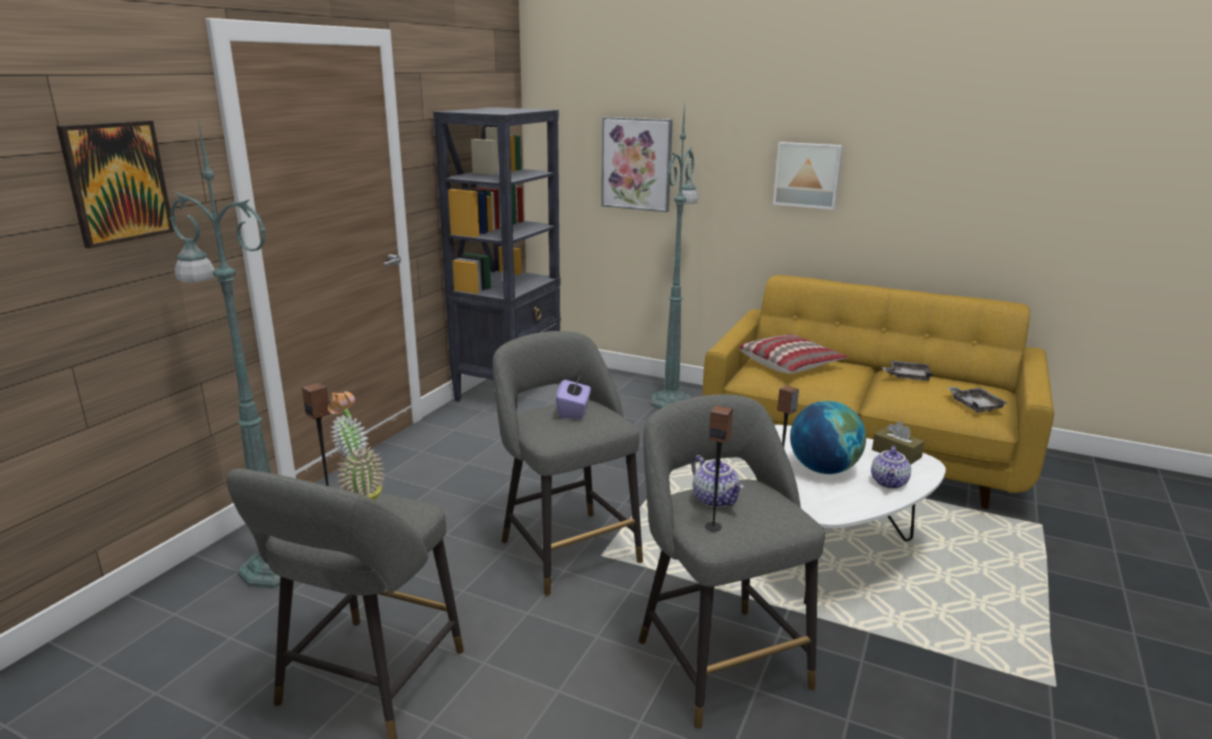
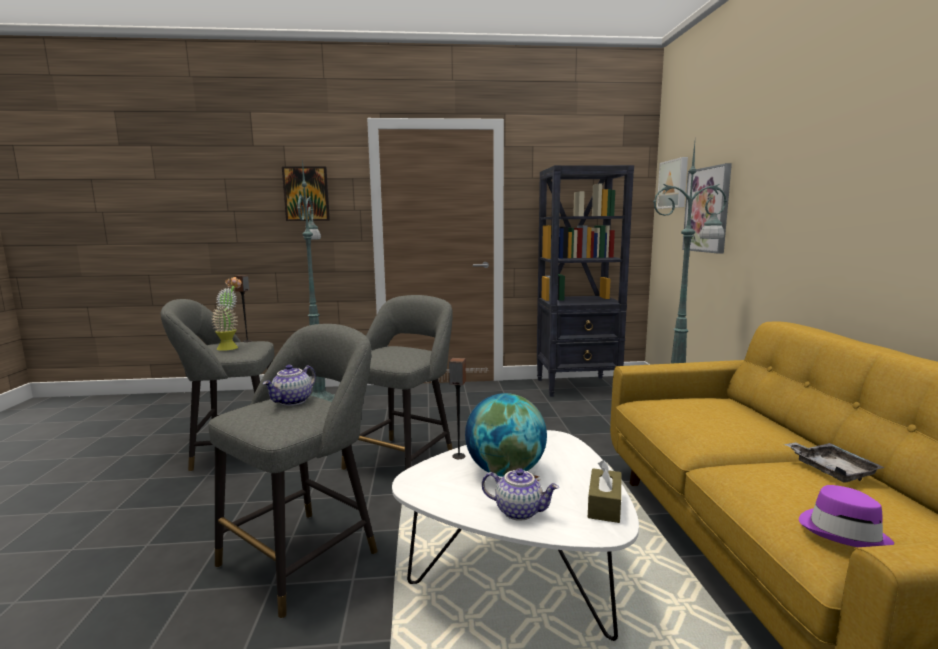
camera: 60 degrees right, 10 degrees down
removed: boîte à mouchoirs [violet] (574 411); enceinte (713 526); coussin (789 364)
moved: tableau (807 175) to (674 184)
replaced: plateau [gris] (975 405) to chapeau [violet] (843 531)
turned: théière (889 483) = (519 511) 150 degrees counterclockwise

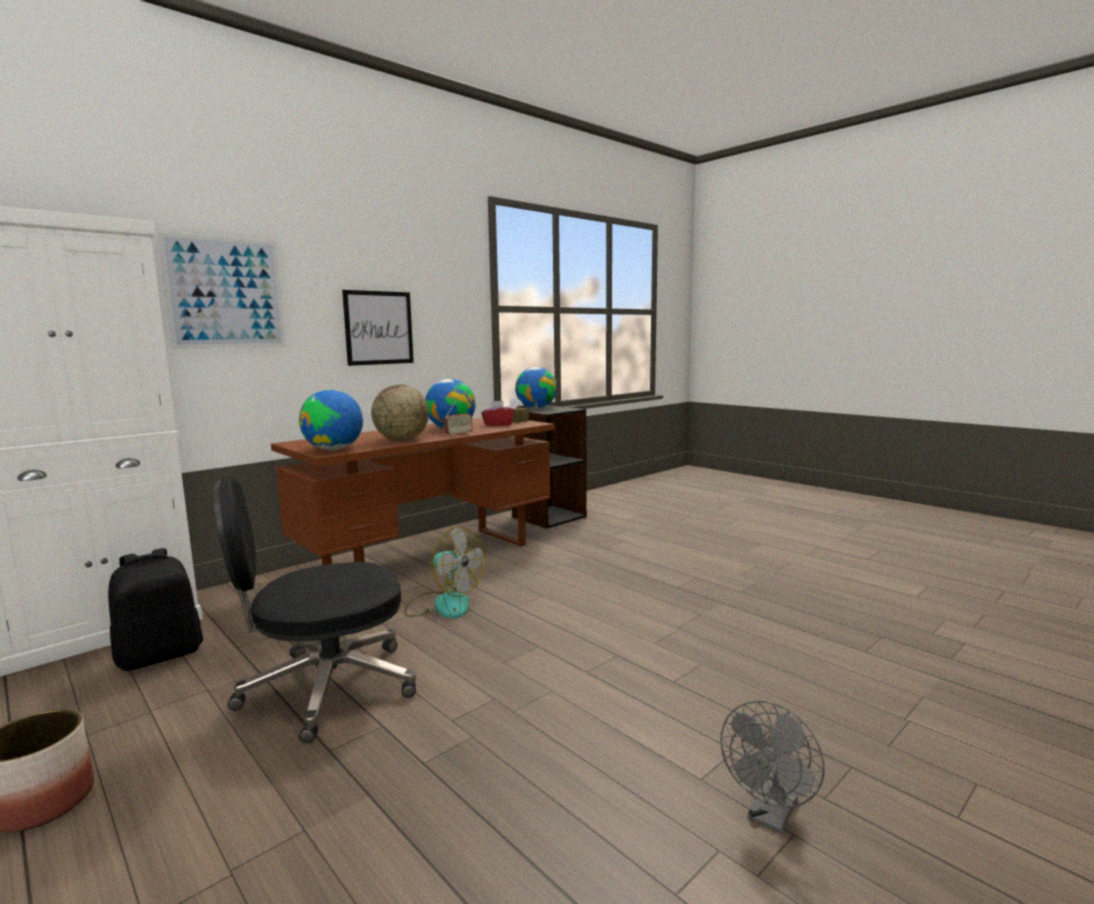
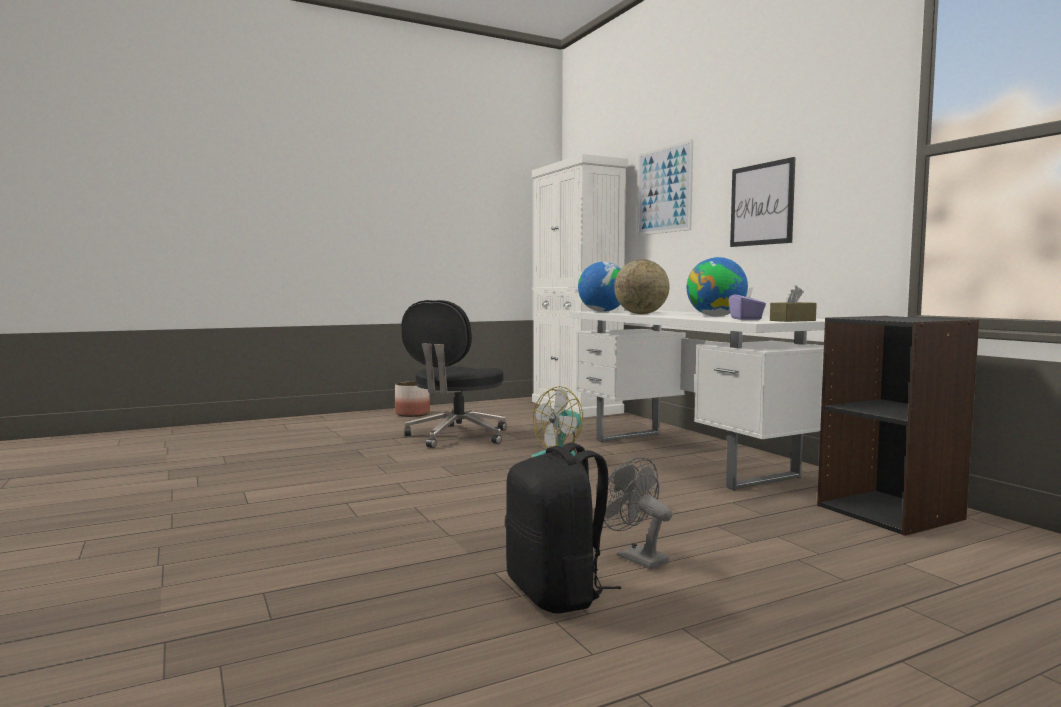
camera: 105 degrees right, 5 degrees down
removed: radio (458 434); globe (536 408)
moved: sac à dos [noir] (160 655) to (557 593); ventilateur [gris] (771 816) to (636 557)
recoloured: bureau [marron] (430 558) to bureau [blanc] (689 457); boîte à mouchoirs [rouge] (497 424) to boîte à mouchoirs [violet] (746 319)
turned: chaise de bureau [noir] (325 688) = (456 436) 150 degrees counterclockwise

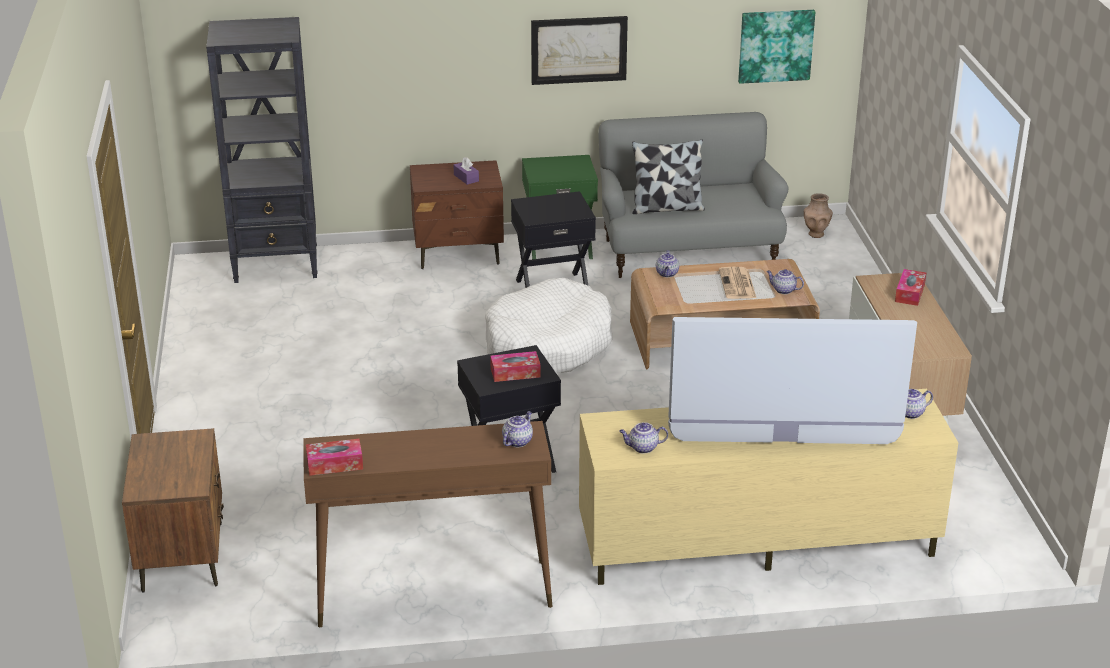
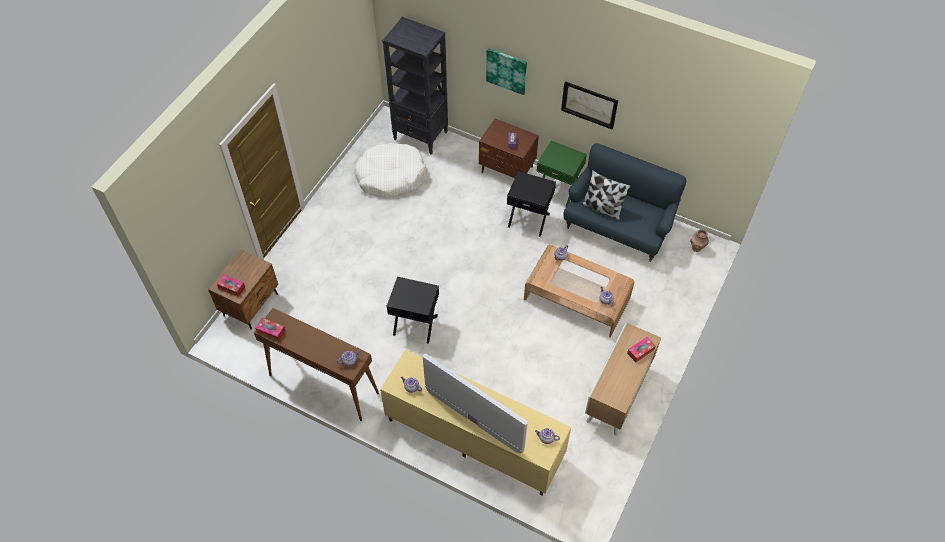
camera: 35 degrees right, 25 degrees up
removed: journal (737 284)
moved: panier pour chien [blanc] (547 345) to (391 176); boîte à mouchoirs (515 373) to (231 287); tableau (775 45) to (506 70)
recoloured: canapé [gris] (688 252) to canapé [bleu] (617 227)

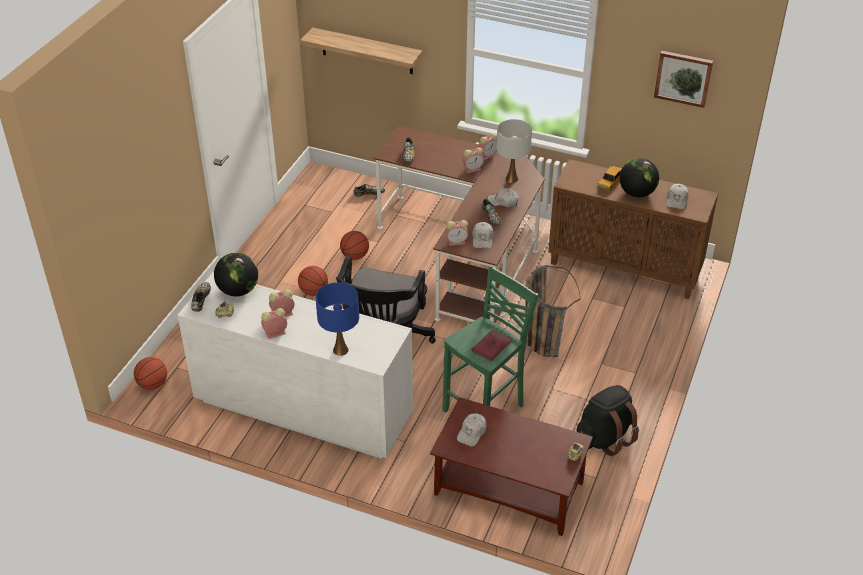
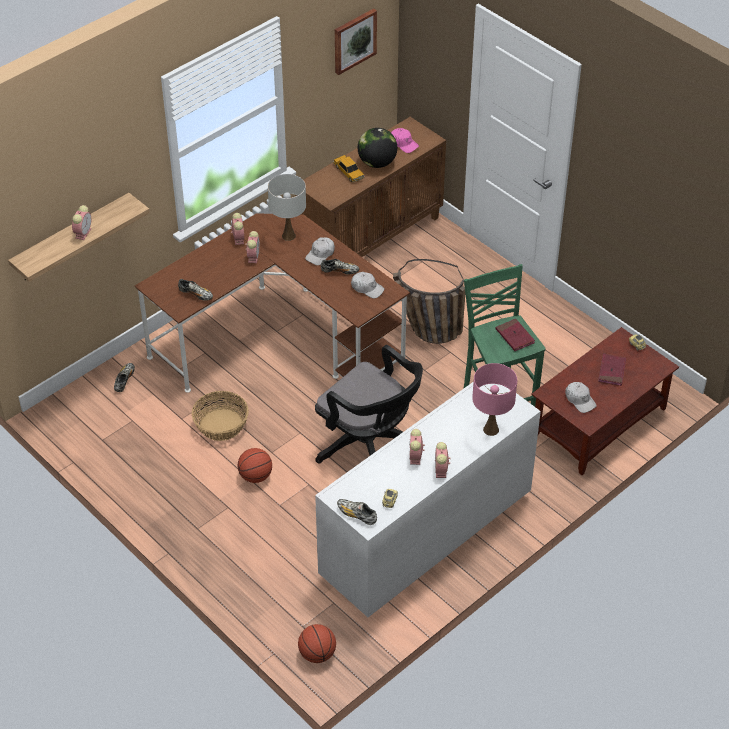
camera: 65 degrees left, 5 degrees up
removed: globe (238 290); sac à dos [noir] (605 438)
added: livre [rouge] (611 371)
moved: réveil (457 242) to (83 232)
replaced: ballon de basket (355 256) to panier (221 425)
recoloured: lampe de table [bleu] (340 350) to lampe de table [rose] (490 429); casquette [blanc] (676 200) to casquette [rose] (403 144)

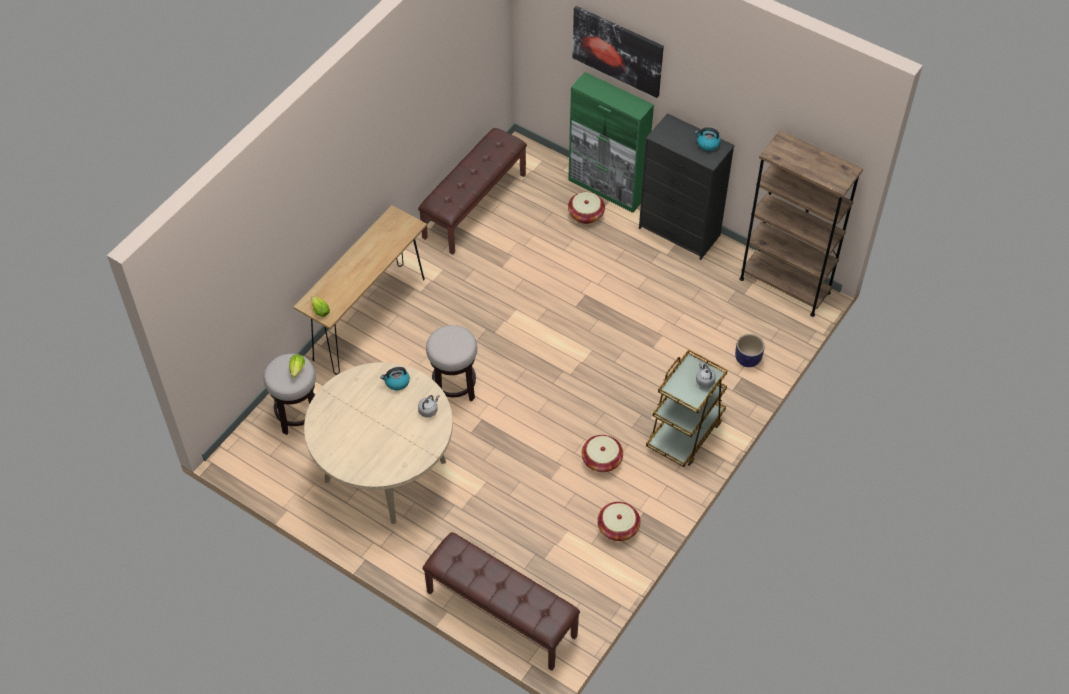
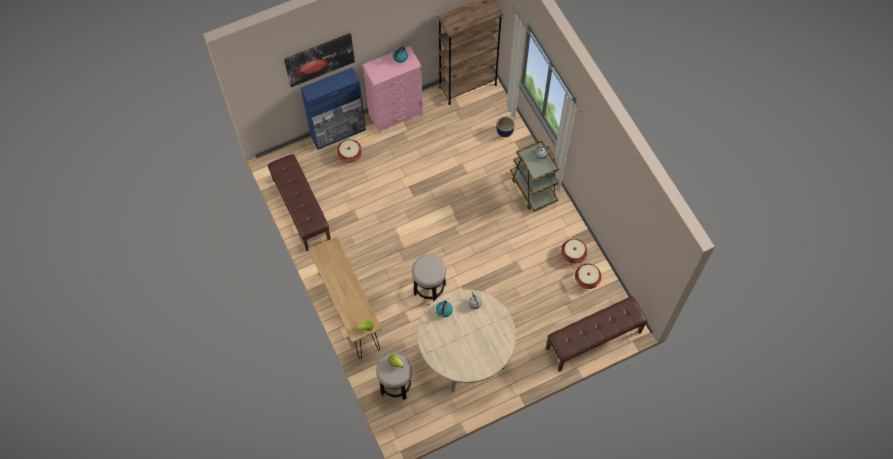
camera: 60 degrees left, 10 degrees up
moved: panier (601 460) to (587 279)
recoloured: meuble de rangement [vert] (607 189) to meuble de rangement [bleu] (338 133); commode [noir] (680 232) to commode [rose] (396 114)

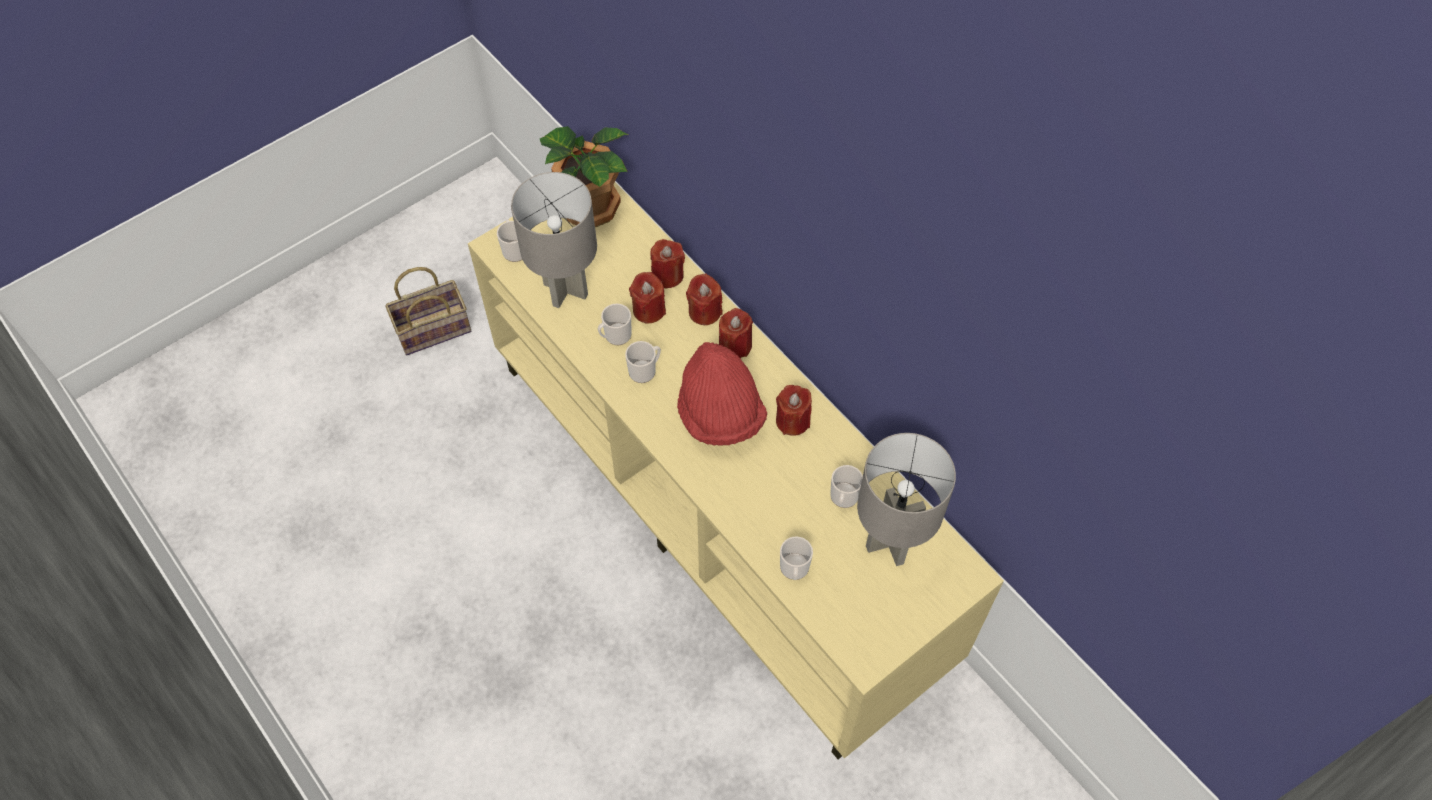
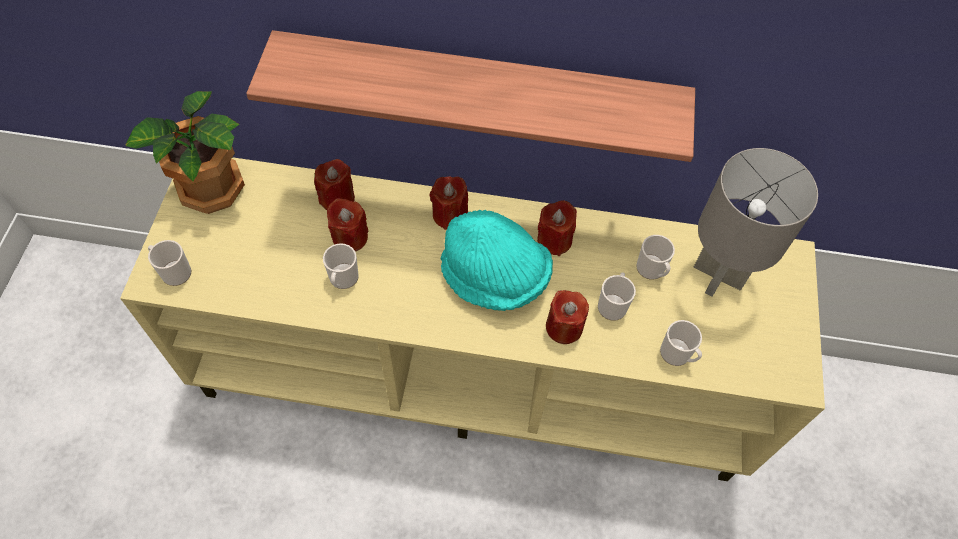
camera: 45 degrees left, 0 degrees up
removed: panier (434 328); lampe de table [gris] (565 290)
added: étagère (479 92)
moved: mug (645 370) to (613 304); bougie [rouge] (704 311) to (564 327)
recoloured: chapeau [rouge] (720 414) to chapeau [turquoise] (494 278)

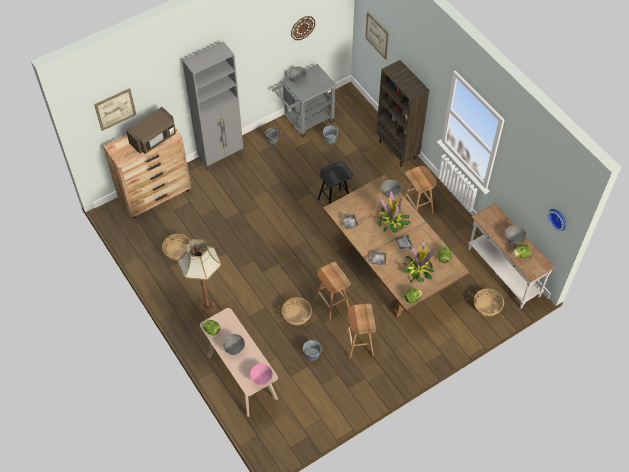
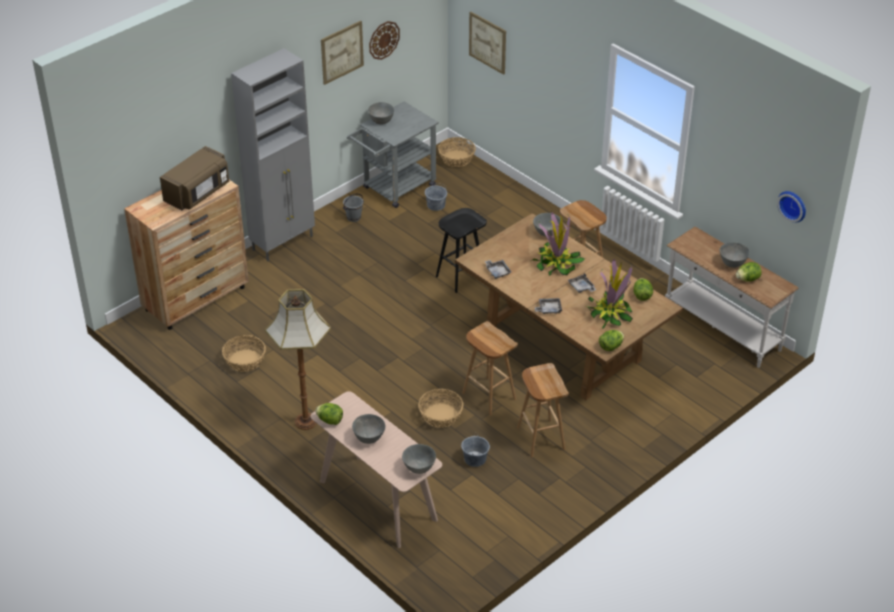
camera: 10 degrees left, 15 degrees down
removed: bibliothèque [marron] (397 150)
moved: tableau (115 109) to (342 52); panier (487 306) to (456 158)
recoloured: bol [rose] (262 378) to bol [gris] (419 468)

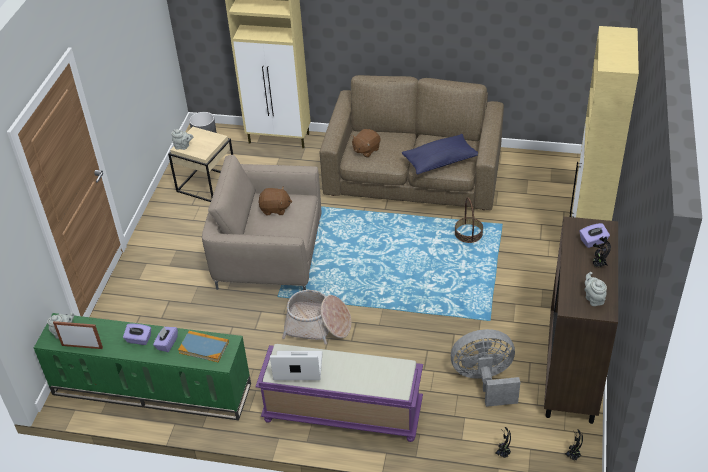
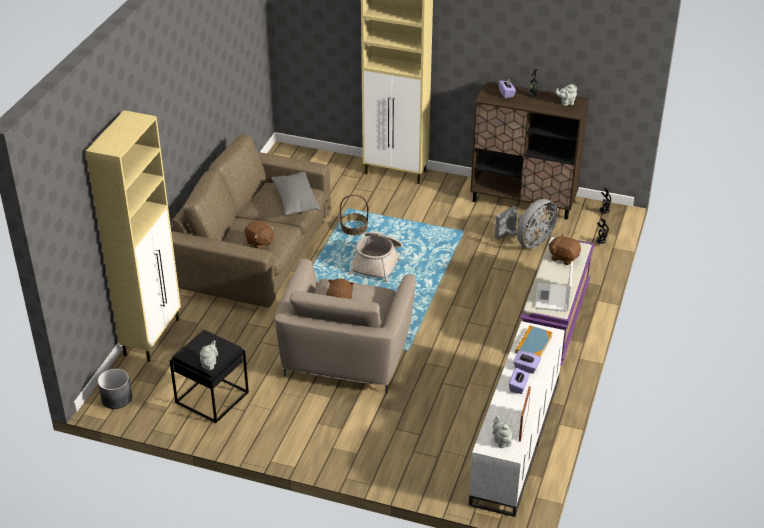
camera: 85 degrees left, 5 degrees down
added: peluche [marron] (563 257)
moved: panier (317 326) to (377 263)
recoloured: meuble télé [vert] (150 390) to meuble télé [blanc] (516 441); table d'appoint [beige] (206 184) to table d'appoint [noir] (212 398); coussin [bleu] (440 161) to coussin [gris] (295 201)
turned: ventilateur [gris] (485 381) = (528 242) 135 degrees counterclockwise

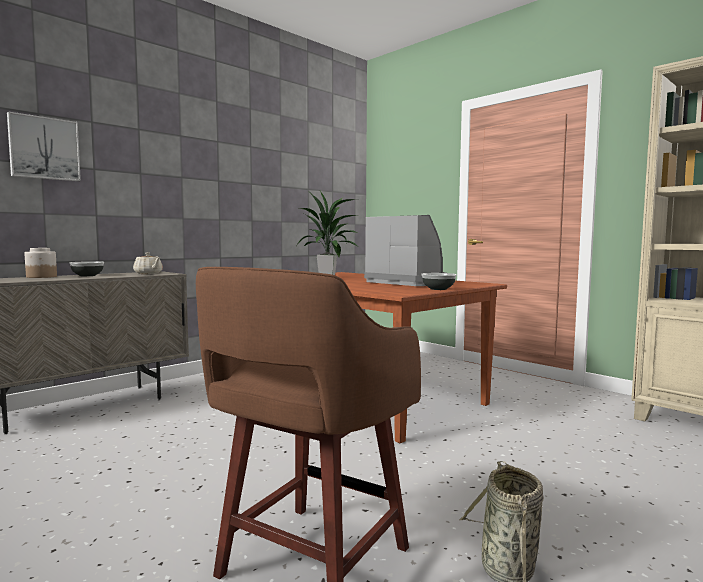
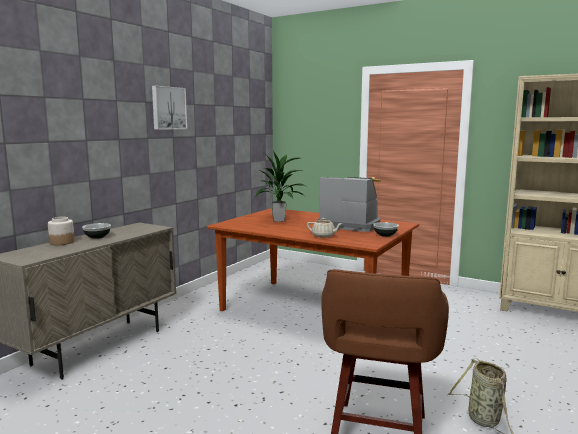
camera: 15 degrees left, 5 degrees up
moved: tableau (44 148) to (168 108); théière [beige] (148 273) to (324 236)

